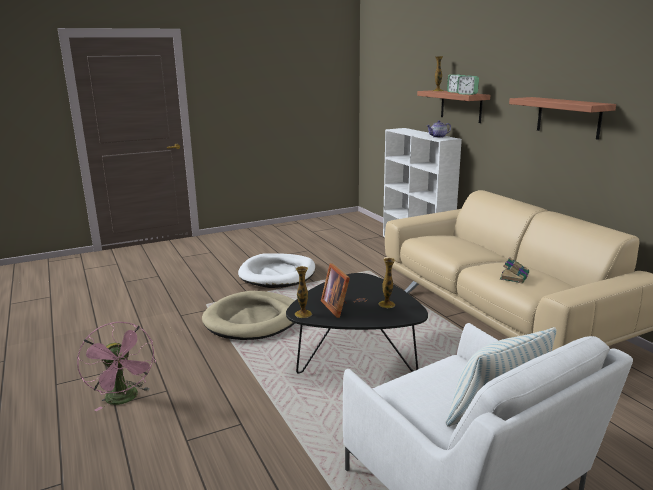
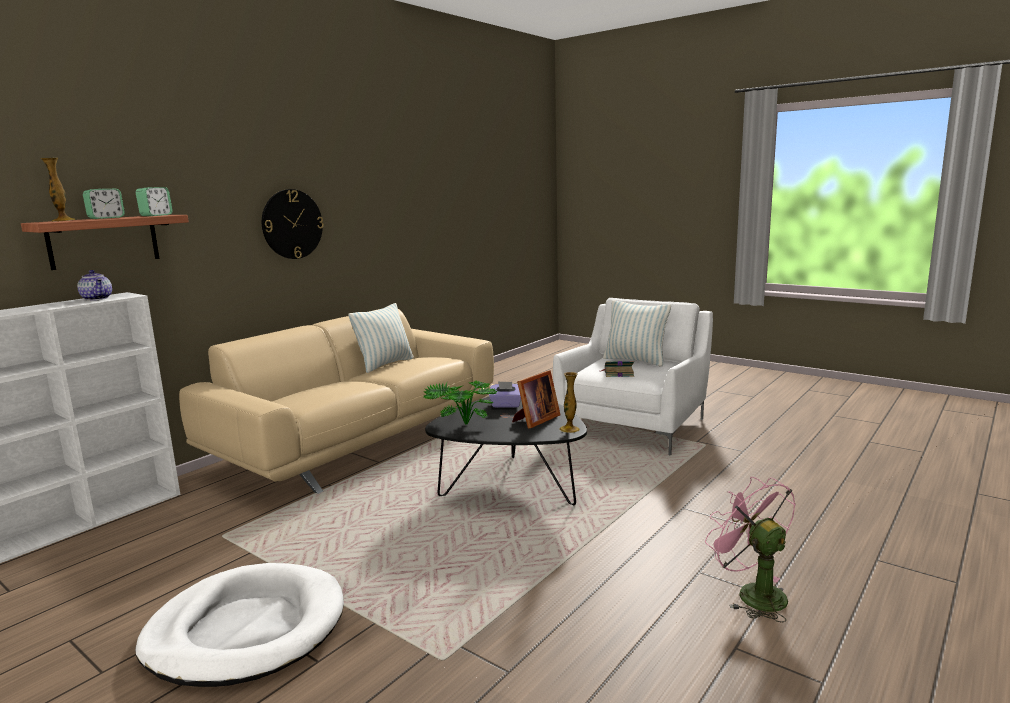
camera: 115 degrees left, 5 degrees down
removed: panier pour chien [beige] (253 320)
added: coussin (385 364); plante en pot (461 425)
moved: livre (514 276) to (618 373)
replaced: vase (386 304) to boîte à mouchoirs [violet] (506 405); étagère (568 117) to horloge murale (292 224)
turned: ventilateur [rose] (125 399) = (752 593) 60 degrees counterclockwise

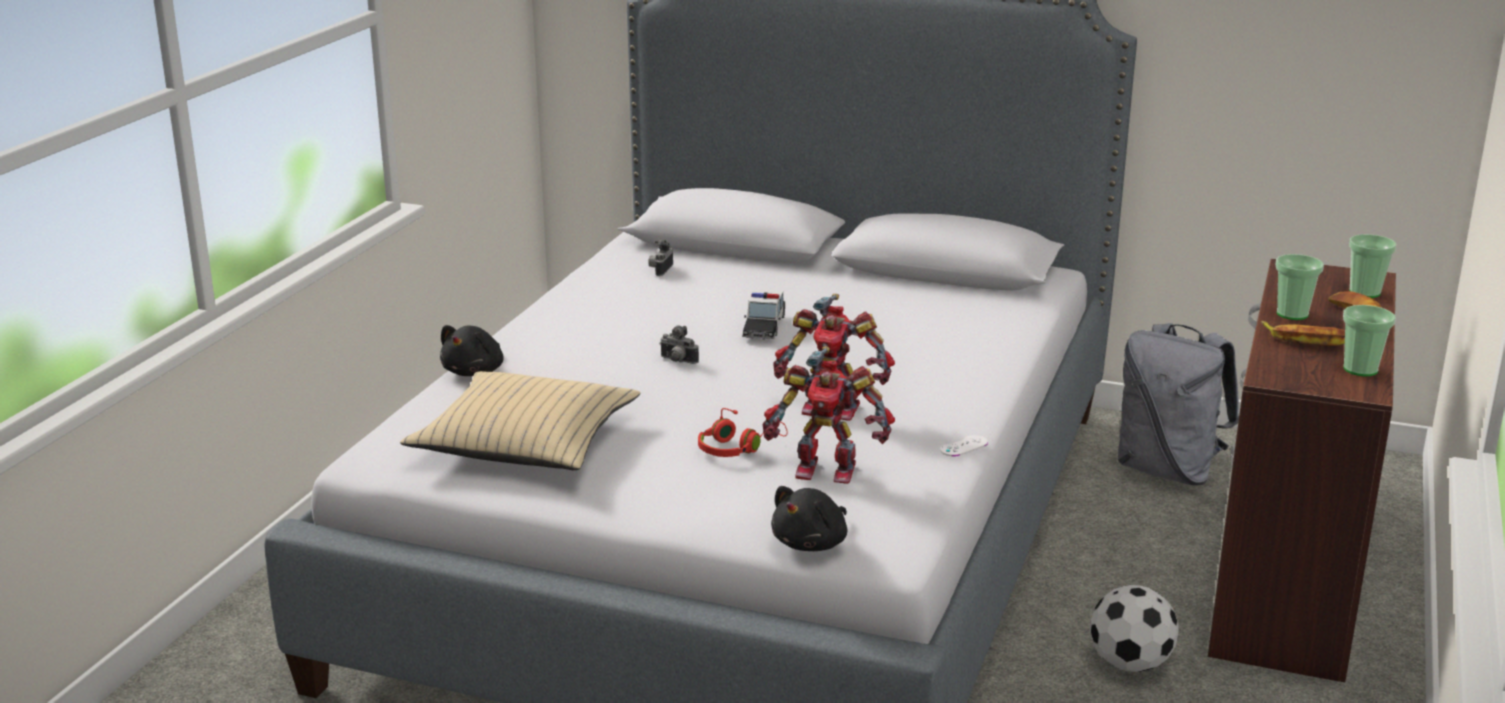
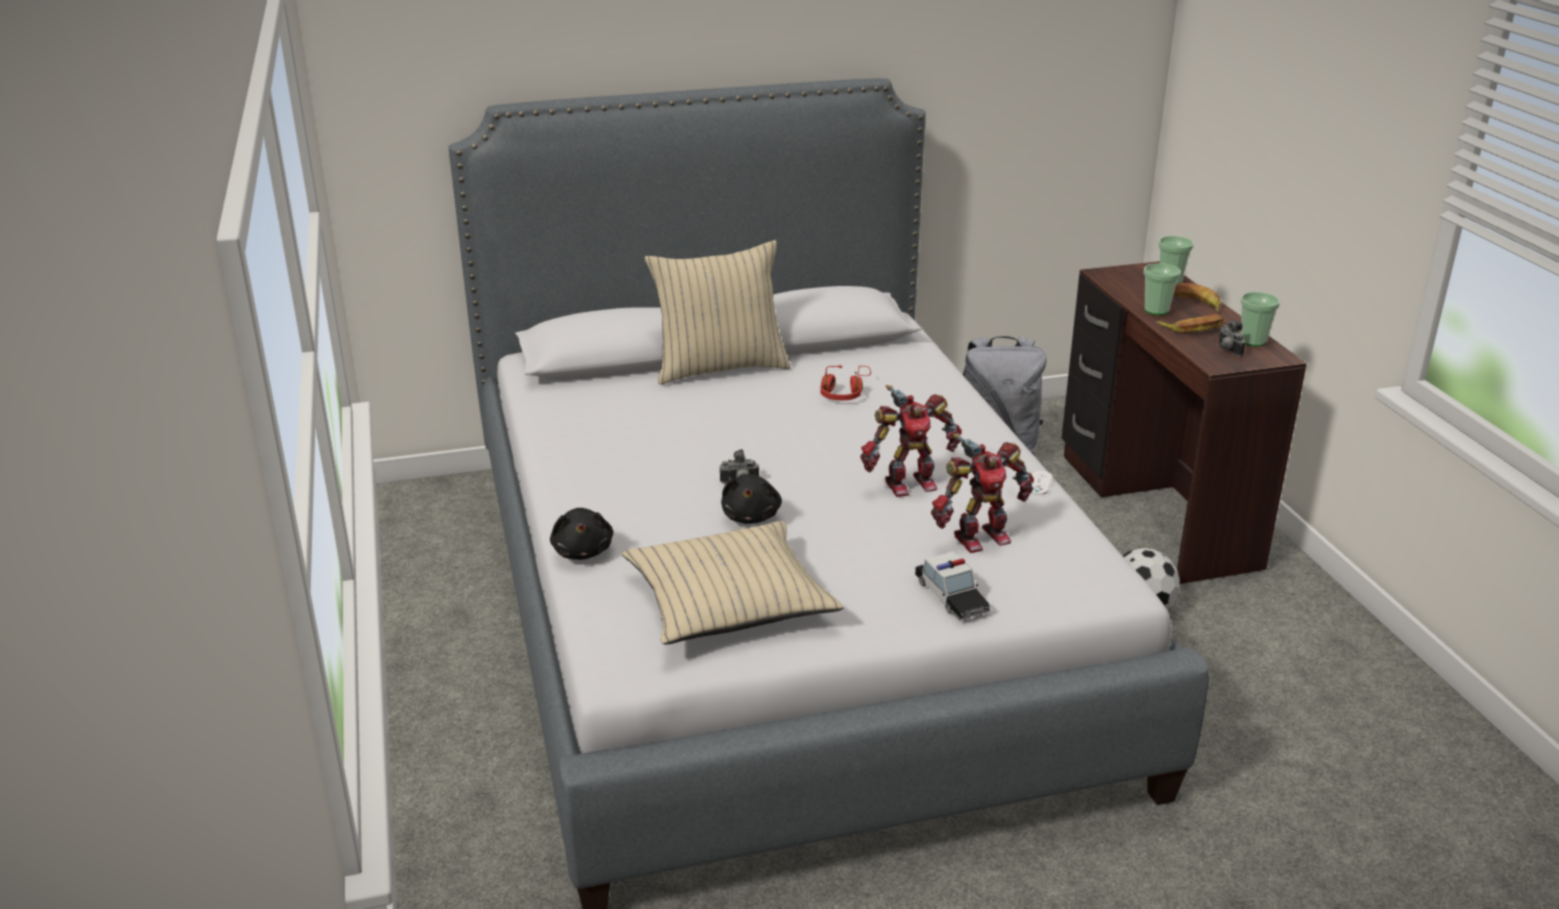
camera: 35 degrees left, 5 degrees up
added: coussin [beige] (719 368)
moved: appareil photo (660 270) to (1227 350); casque audio [rouge] (737 448) to (844 392); petite voiture (764 326) to (951 596); peluche [noir] (812 543) to (751 516)

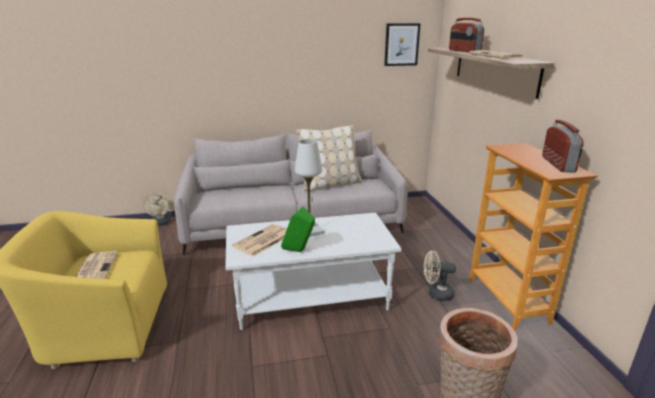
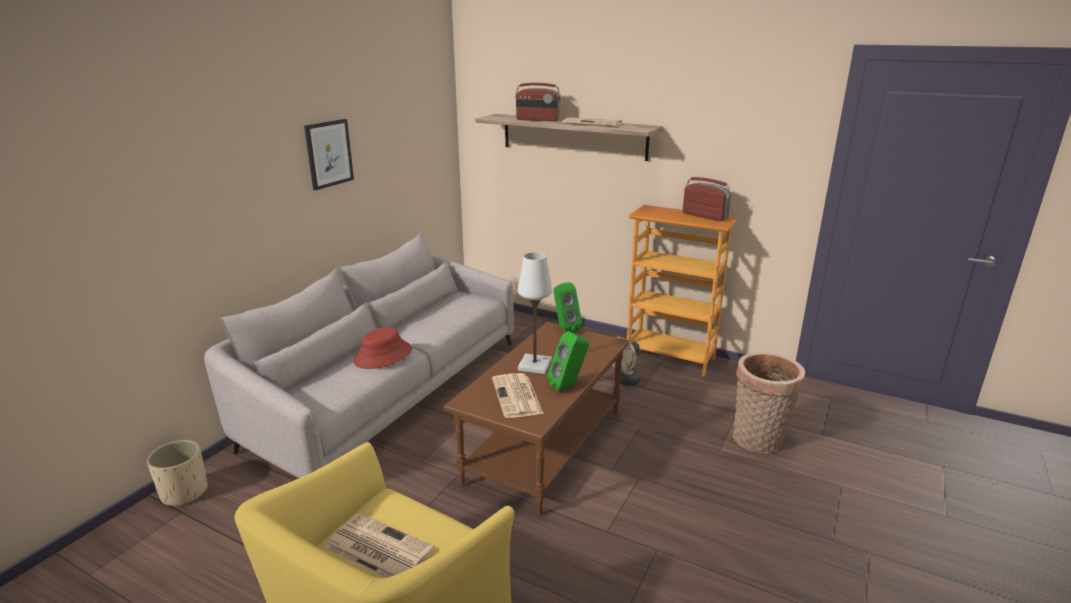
camera: 50 degrees left, 0 degrees up
removed: coussin [beige] (330 184)
added: chapeau [rouge] (383 356); enceinte [vert] (564 329)
moved: tableau (401 44) to (329 153)
replaced: ventilateur [beige] (161 224) to cache-pot [beige] (184 492)
recoloured: table basse [blanc] (311 297) to table basse [marron] (544 446)

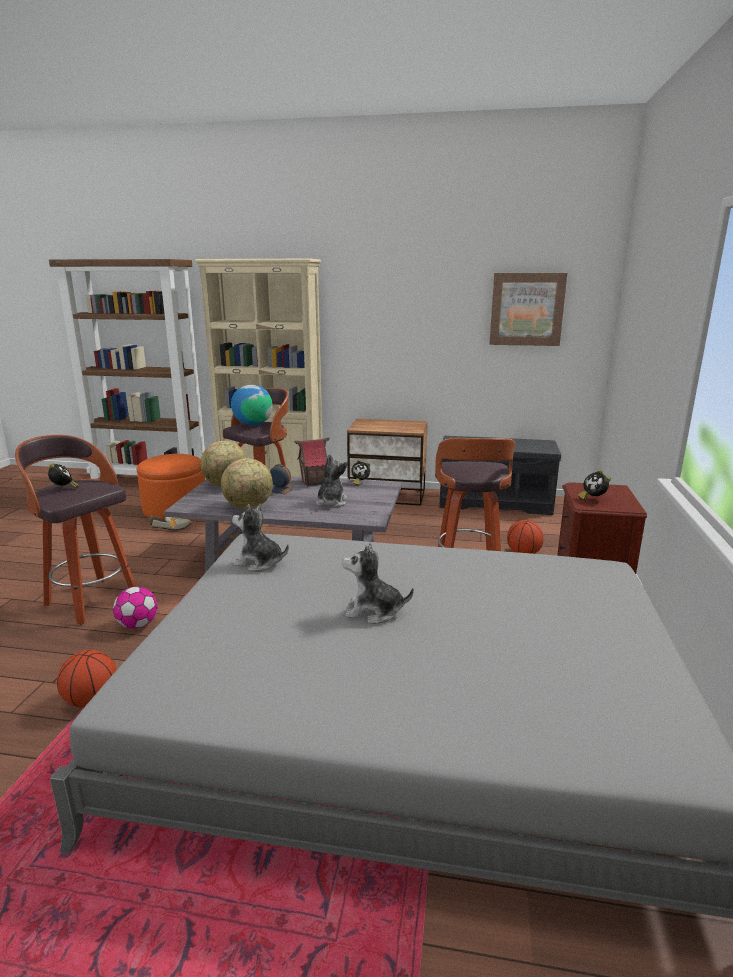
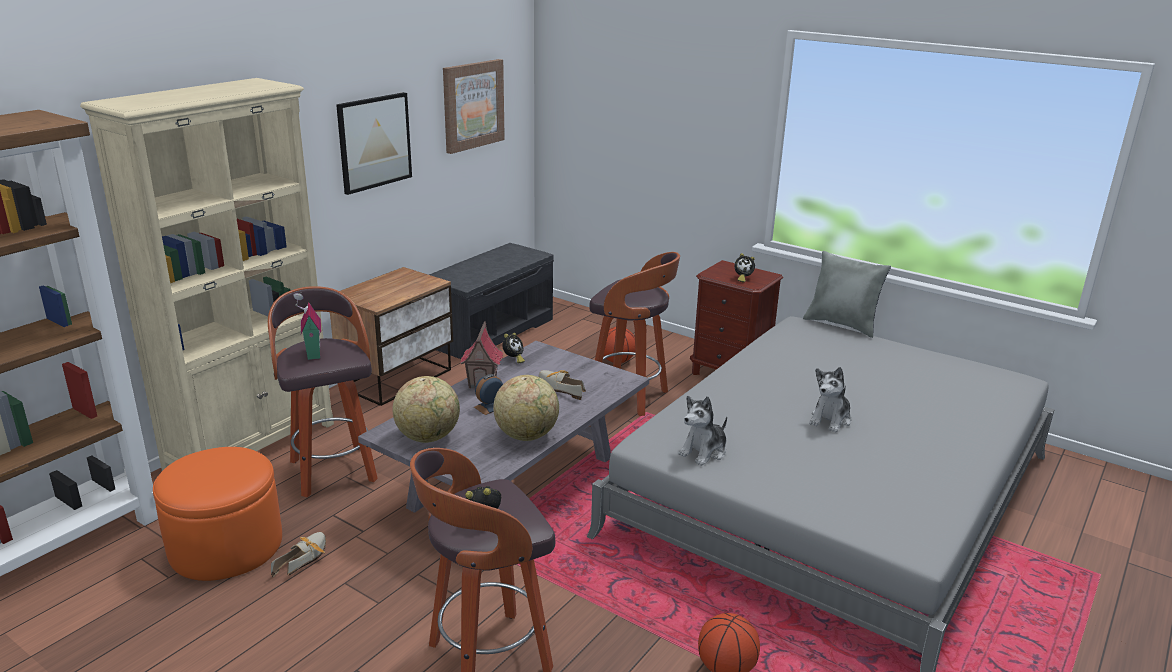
camera: 65 degrees left, 5 degrees up
removed: ballon de foot (138 625)
added: tableau (374 142); coussin [gris] (842 325)
replaced: globe (253 424) to maison miniature (311 353); peluche (331 502) to chaussure (560 388)

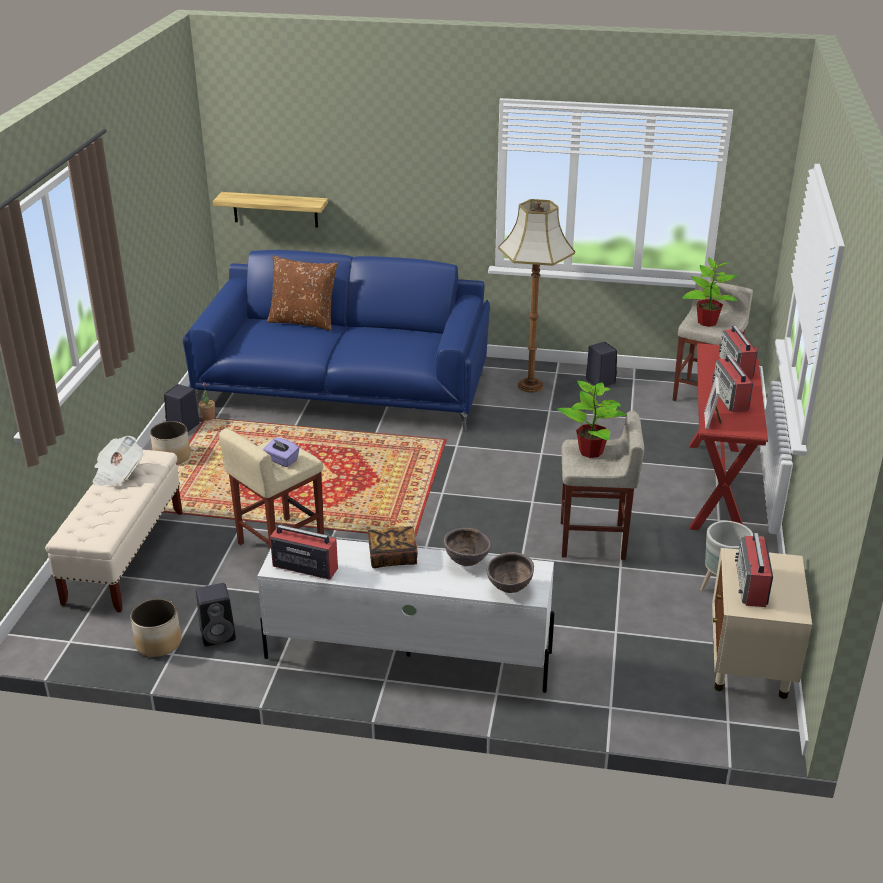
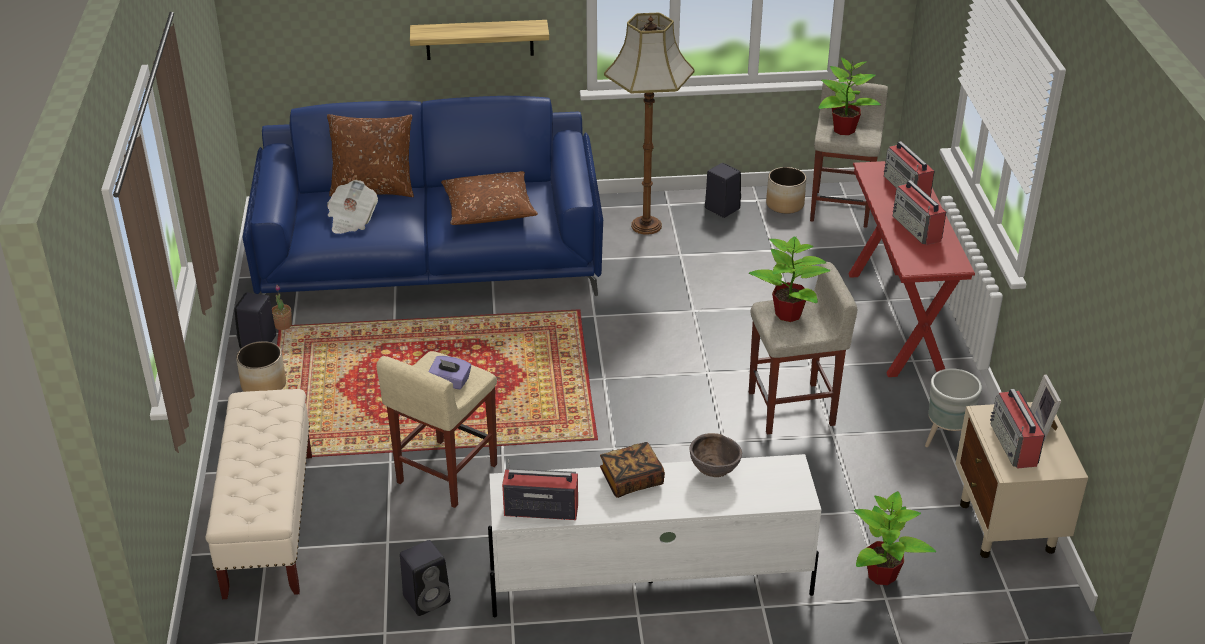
camera: 15 degrees left, 5 degrees up
removed: bol [marron] (509 589)
added: coussin [marron] (489 209); plante en pot (882 575)
moved: journal (117 474) to (351 220); cache-pot (158 642) to (784 204); étagère (275 209) to (479 39); cadre photo (712 421) to (1043 427)

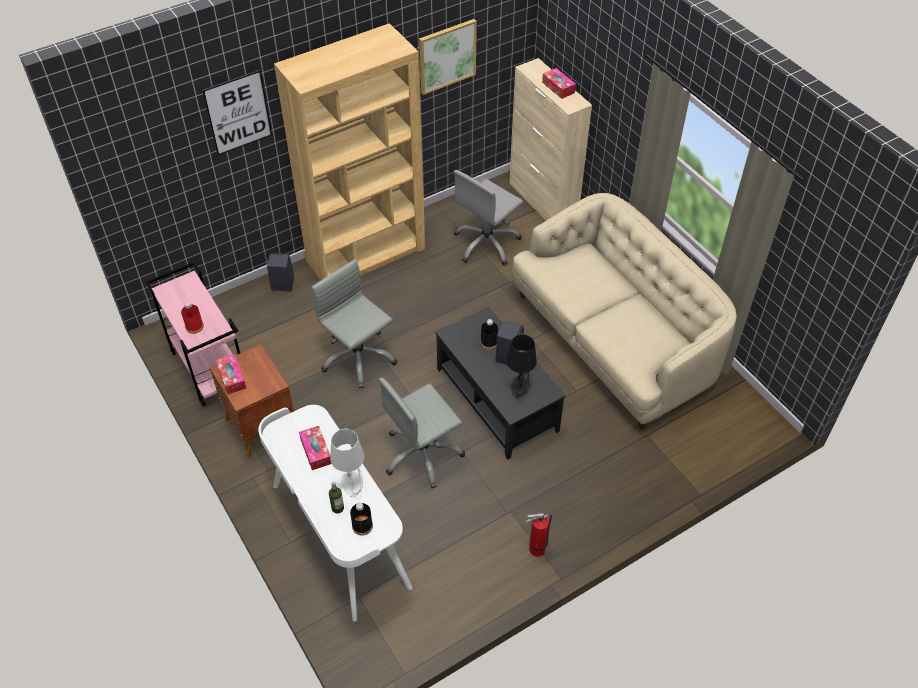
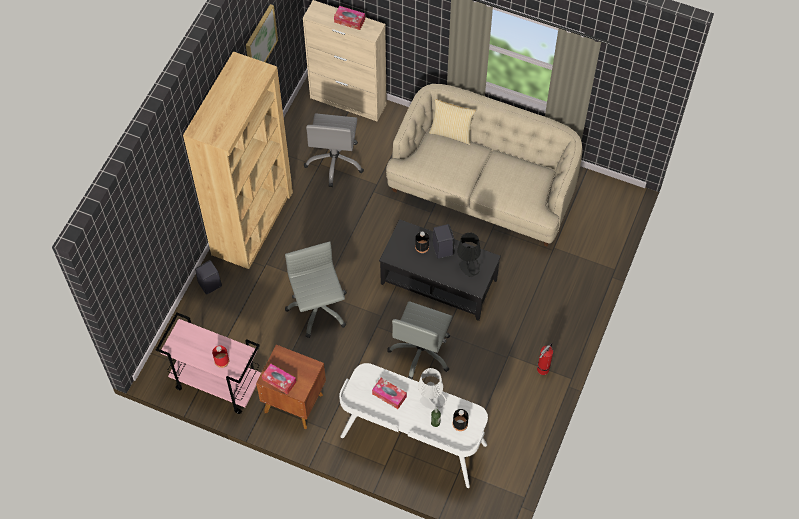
camera: 35 degrees left, 10 degrees up
removed: tableau (238 112)
added: coussin (451 133)
turned: chaise de bureau [gris] (358 358) = (318 309) 60 degrees clockwise

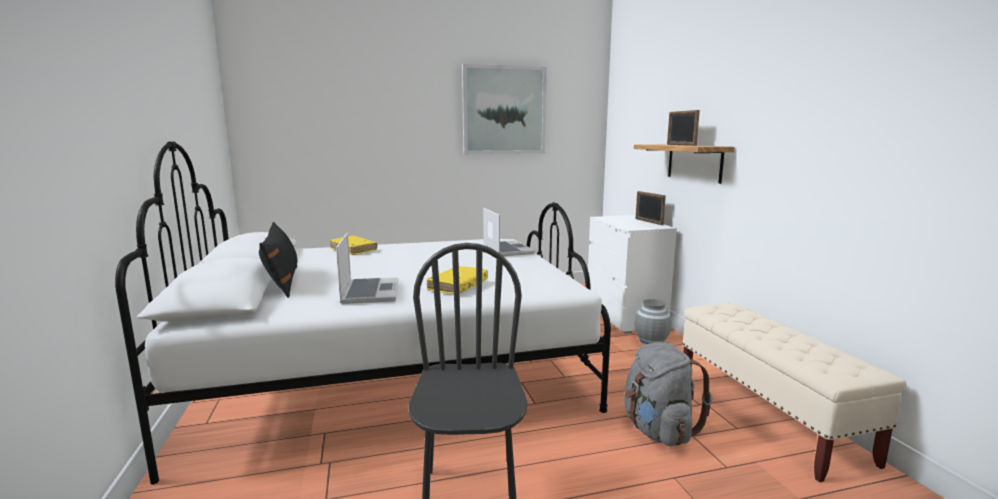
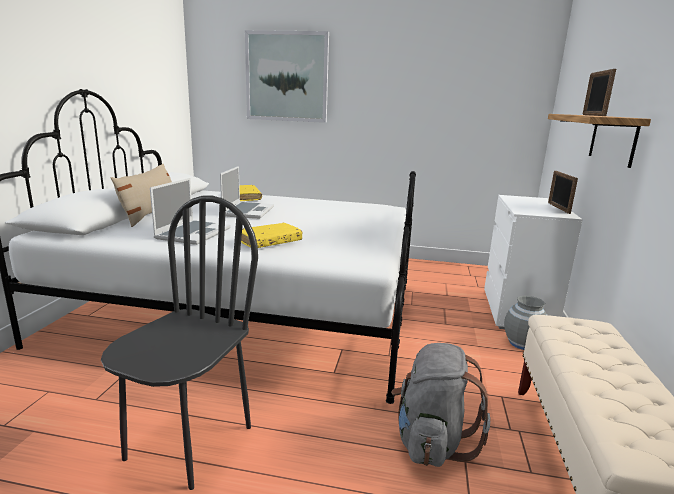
camera: 25 degrees right, 5 degrees up
moved: tableau (504 110) to (287 77); ordinateur portable (506 250) to (248 211)
recoloured: coussin [noir] (282 282) to coussin [beige] (150 214)

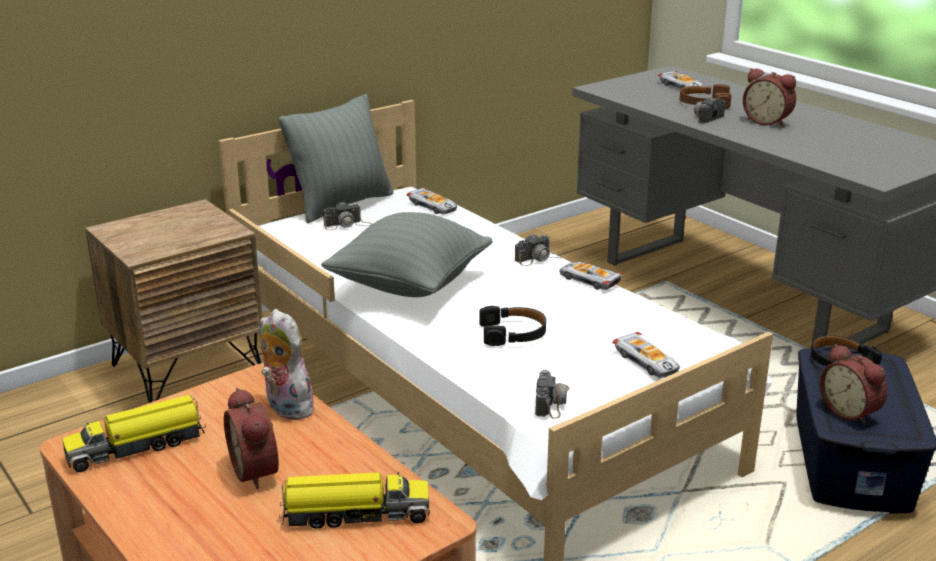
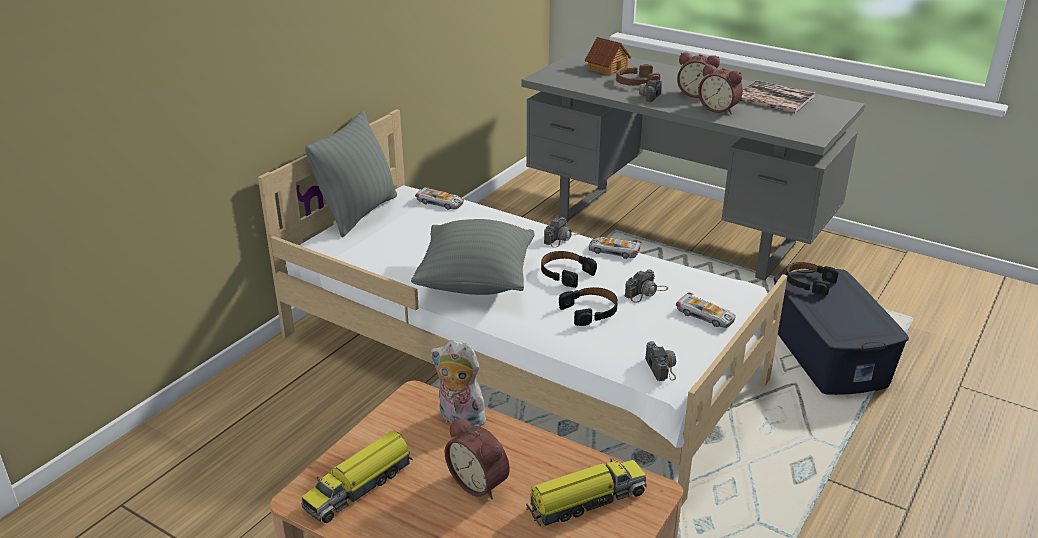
camera: 20 degrees left, 5 degrees up
removed: table de chevet [marron] (187 367)
added: casque audio [noir] (565 273); livre (774 98)
moved: appareil photo (347 225) to (646 292); réveil (851 411) to (719 109)
replaced: petite voiture (682 87) to maison miniature (607 68)

